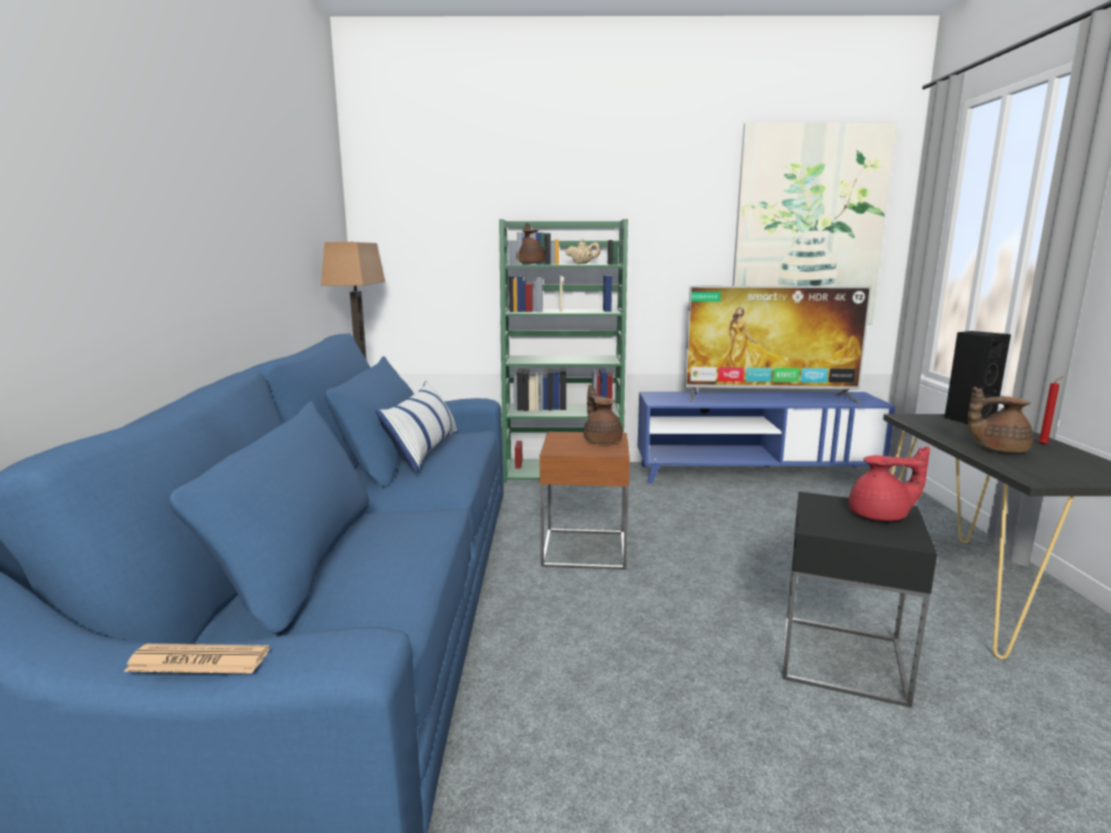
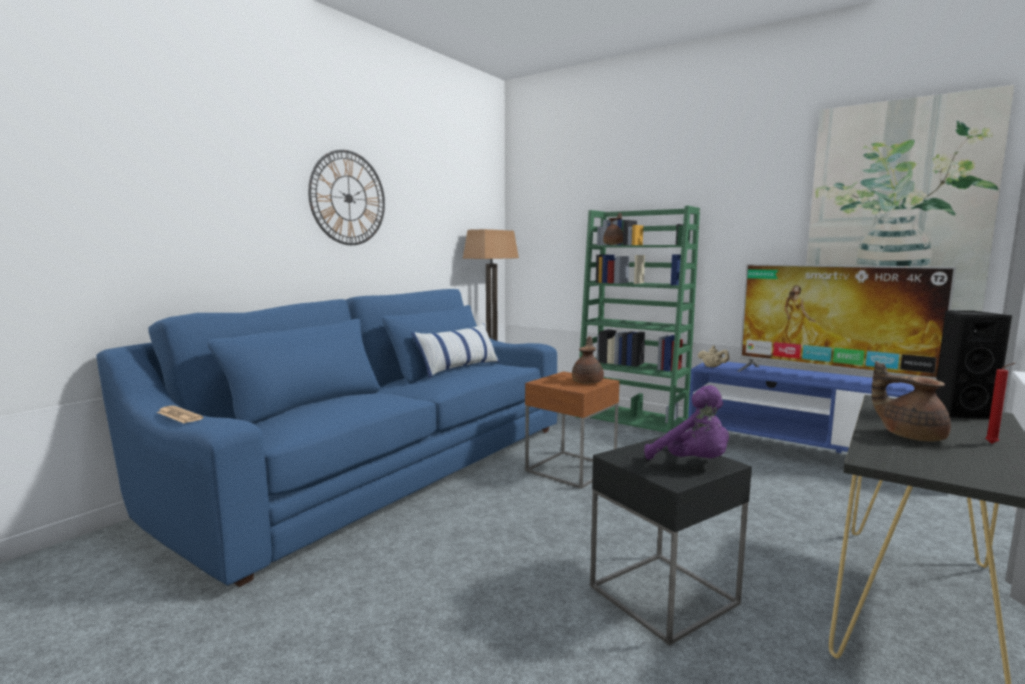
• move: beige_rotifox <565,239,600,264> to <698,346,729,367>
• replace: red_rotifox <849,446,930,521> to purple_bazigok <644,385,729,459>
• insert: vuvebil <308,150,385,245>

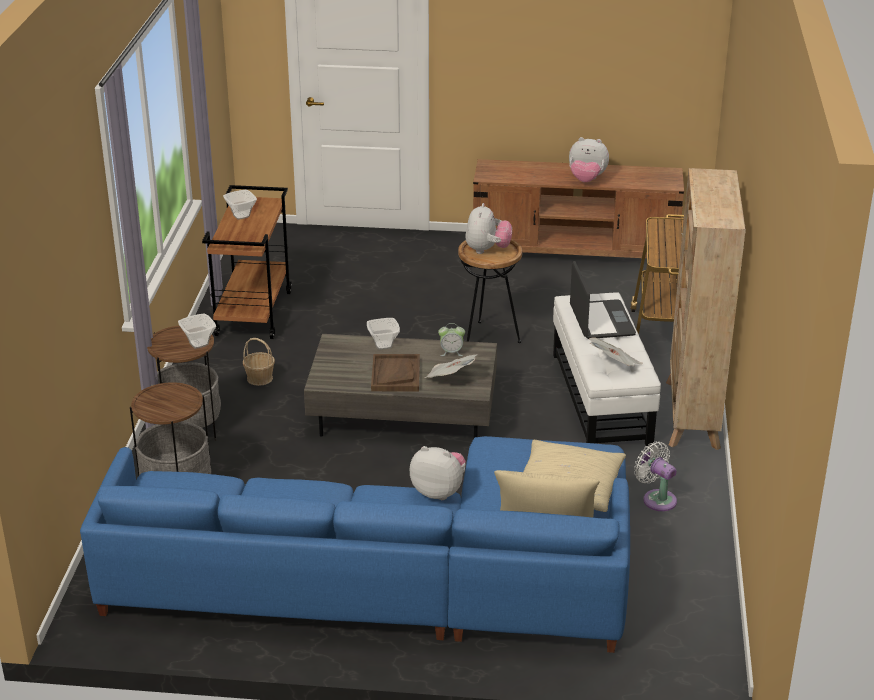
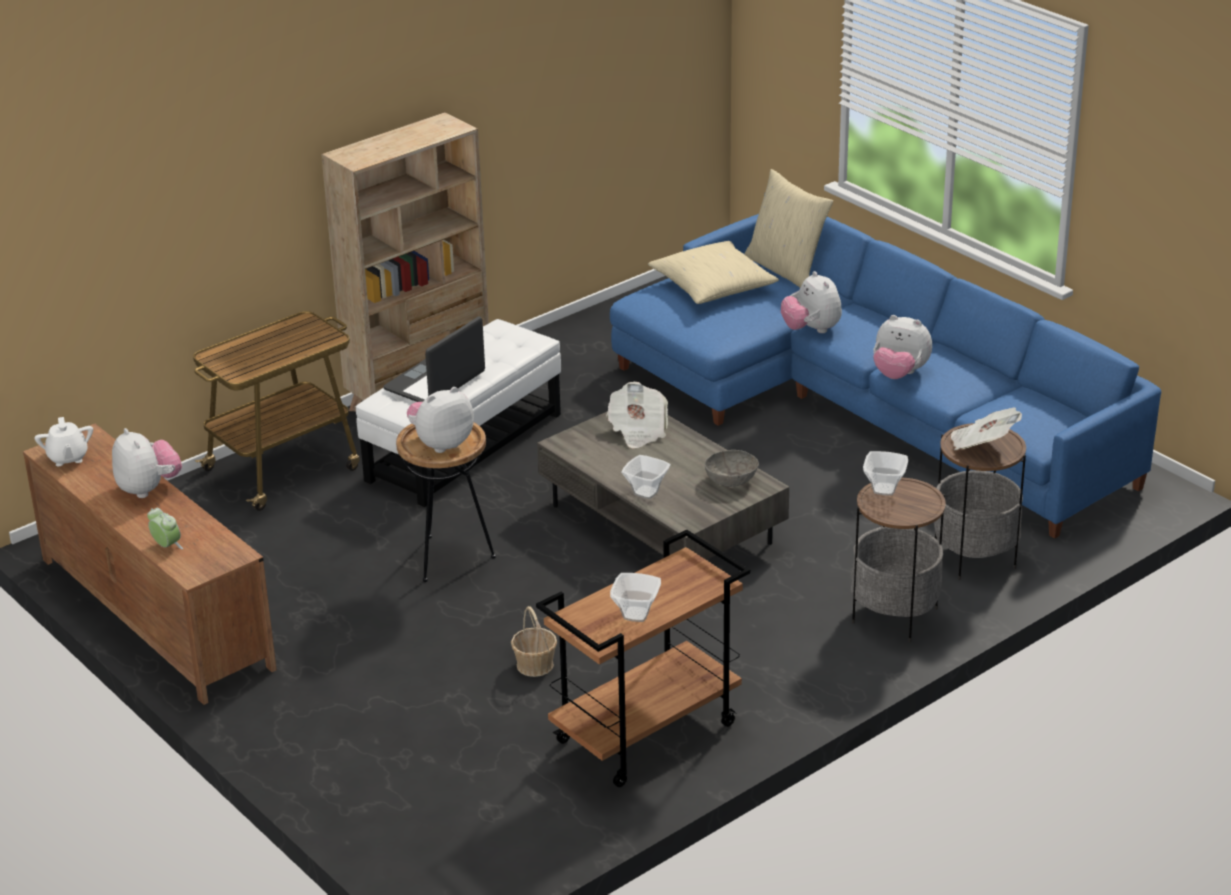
• move: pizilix <243,338,275,386> to <511,606,557,677>
• delete: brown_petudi <371,354,420,391>
• move: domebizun <438,323,465,356> to <147,507,183,549>
• move: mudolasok <589,337,643,366> to <951,407,1022,450>
• delete: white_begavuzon <634,441,677,511>
• insert: white_rotifox <34,417,93,466>
• insert: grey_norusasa <705,450,759,487>
• insert: bazigok <873,315,932,379>

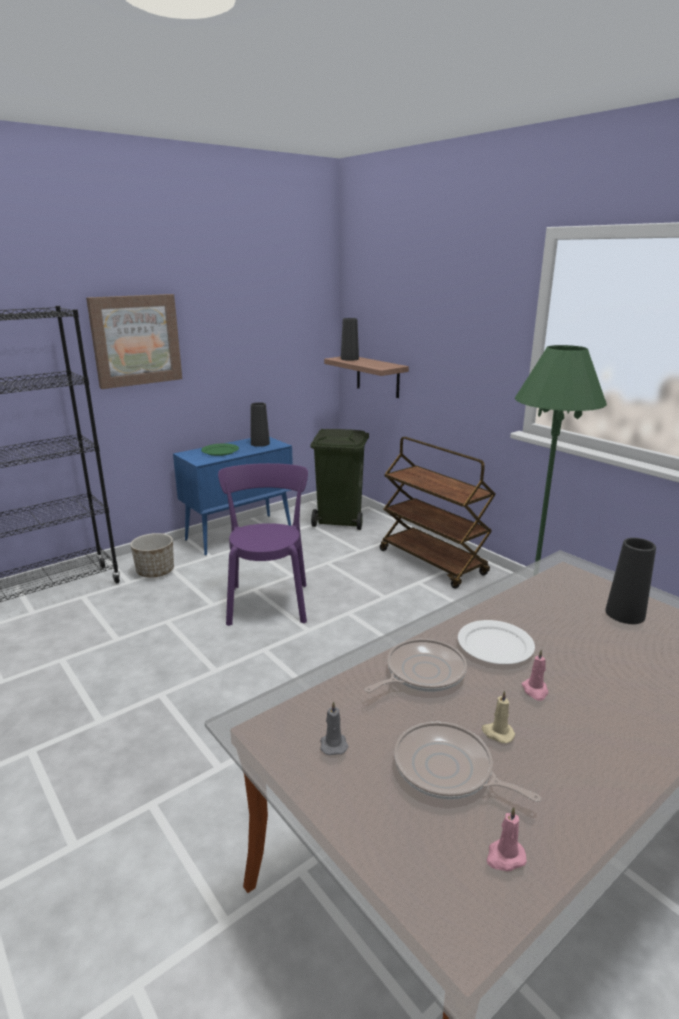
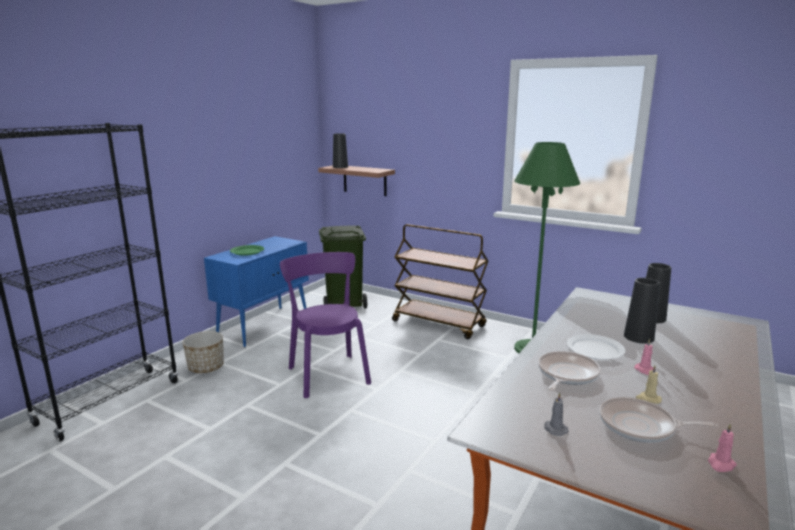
• delete: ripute <86,294,182,389>
• move: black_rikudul <251,402,270,447> to <624,278,660,344>

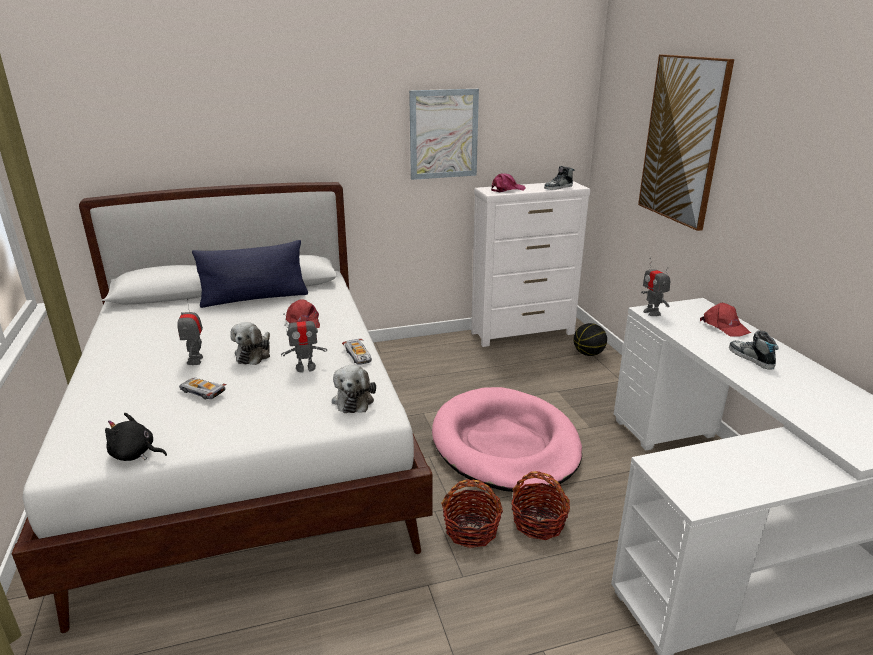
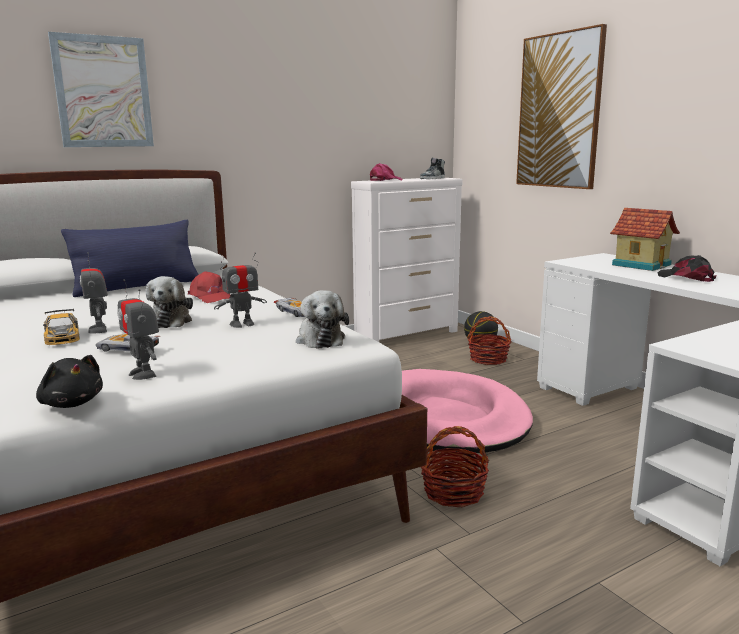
• rotate: black_bazigok <105,413,167,461> = <36,355,103,408> 135 degrees counterclockwise
• move: ripute <409,89,479,180> to <48,32,154,147>
• move: pizilix <511,471,570,540> to <467,316,511,365>
• move: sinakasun <641,258,670,316> to <117,279,159,380>
• replace: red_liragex <700,303,751,337> to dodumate <610,208,680,271>
• replace: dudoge <729,331,779,370> to black_liragex <657,255,716,282>
• insert: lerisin <43,309,80,345>

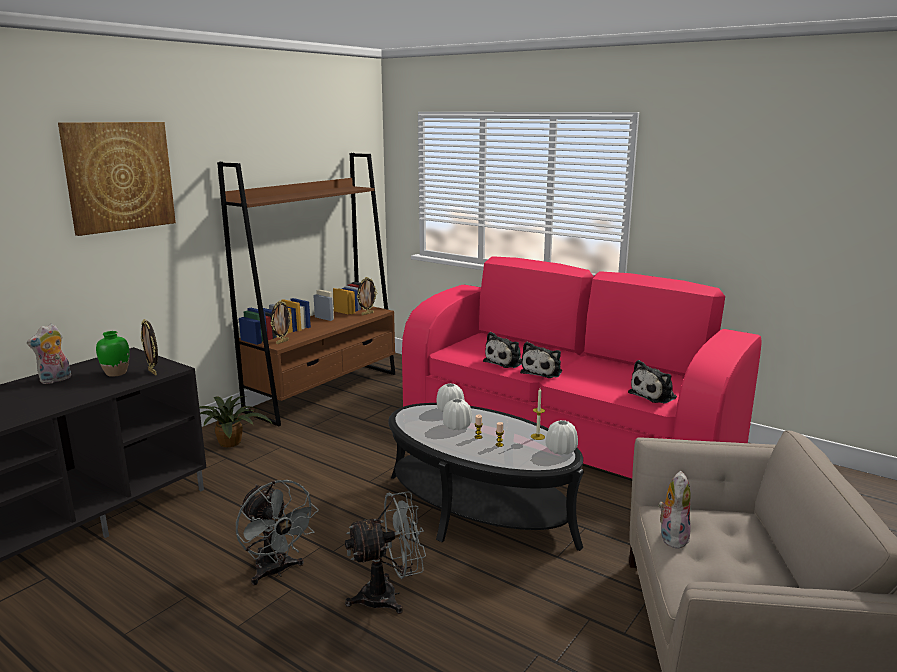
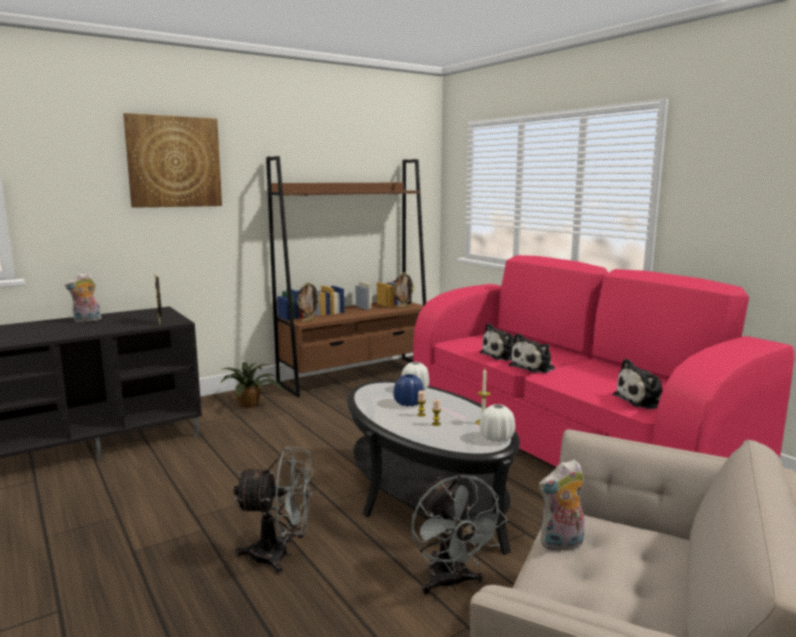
• delete: green_rikudul <96,331,129,377>
• move: grey_begavuzon <236,480,319,585> to <411,474,508,594>
• recolor: white_rikudul <443,399,472,430> to blue_rikudul <394,374,424,407>
• rotate: bazigok <658,471,691,549> = <538,459,585,551> 150 degrees counterclockwise

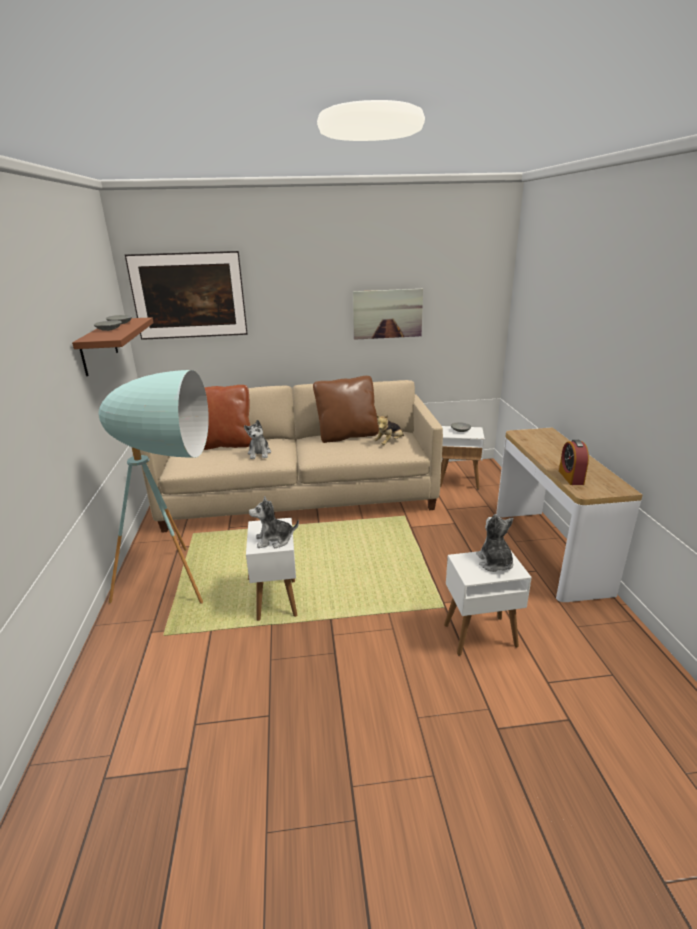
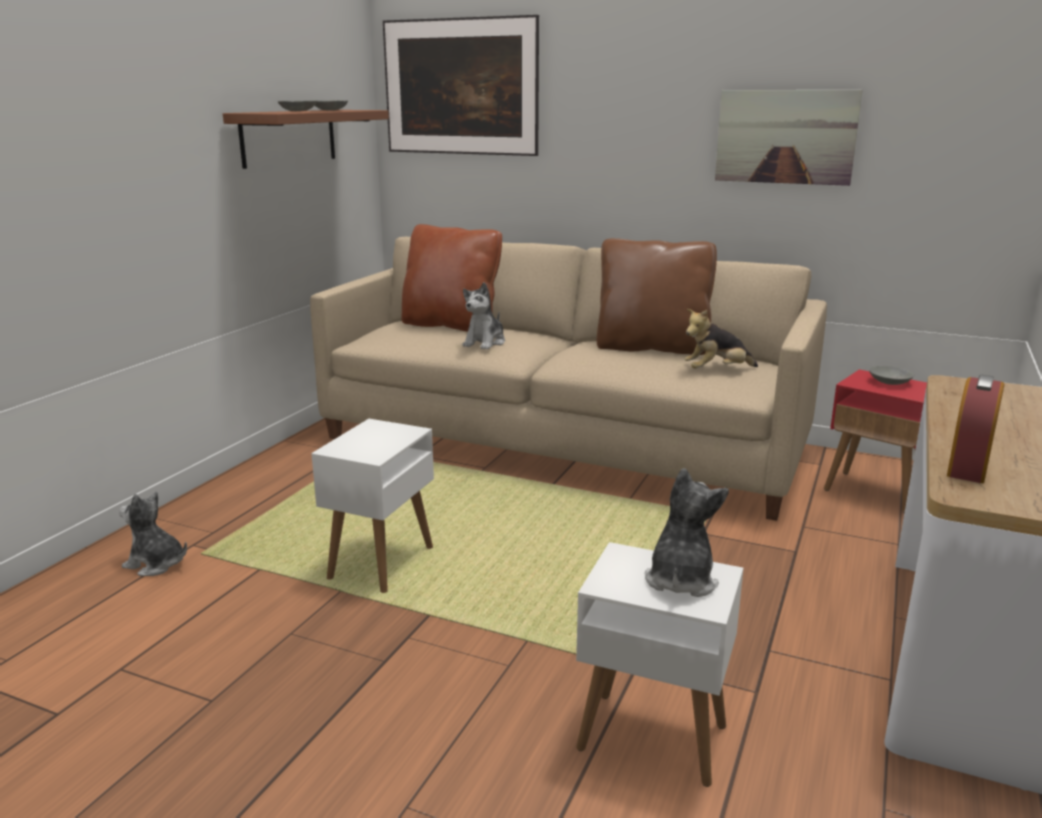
• delete: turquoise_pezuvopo <98,370,209,604>
• move: bazigok <249,496,299,548> to <119,491,187,576>
• recolor: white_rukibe <440,426,485,490> to red_rukibe <824,370,927,513>

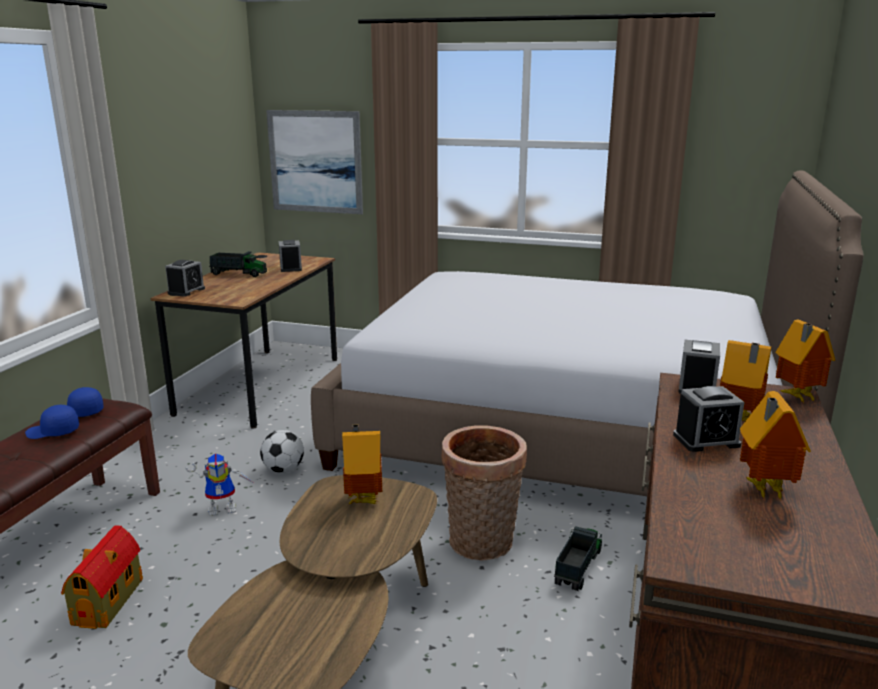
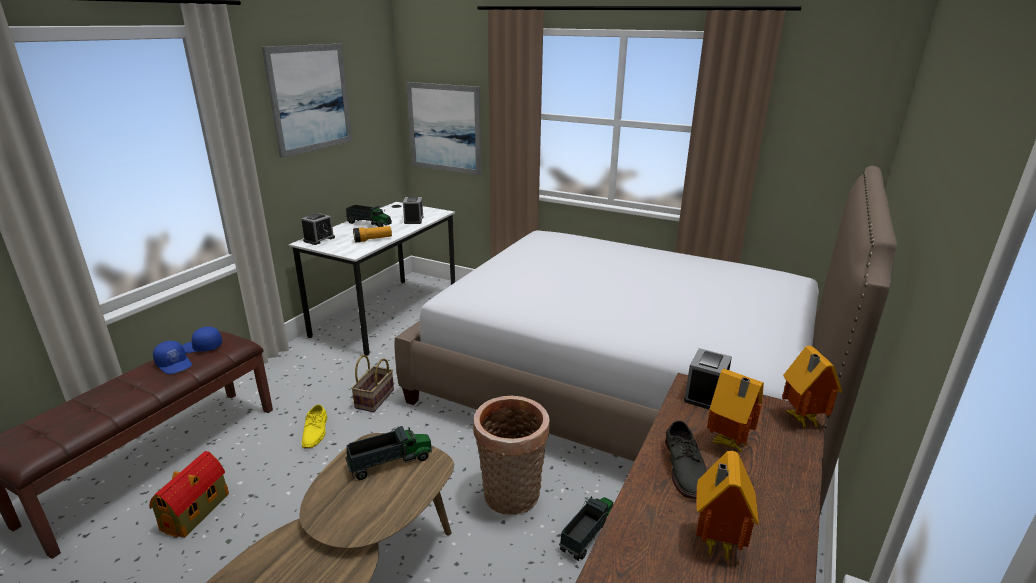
• rotate: blue_liragex <25,405,79,439> = <153,341,192,374> 150 degrees counterclockwise
• recolor: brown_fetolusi <151,252,337,429> to white_fetolusi <289,202,455,356>
• replace: sinakasun <185,454,254,516> to yellow_dudoge <302,405,327,449>
• replace: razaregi <260,430,304,473> to pizilix <351,355,394,412>
• replace: dodumate <342,425,382,505> to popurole <345,426,432,480>
• replace: domebizun <673,386,745,452> to grey_dudoge <665,420,707,499>
• insert: ripute <262,44,352,158>
• insert: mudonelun <353,226,392,242>

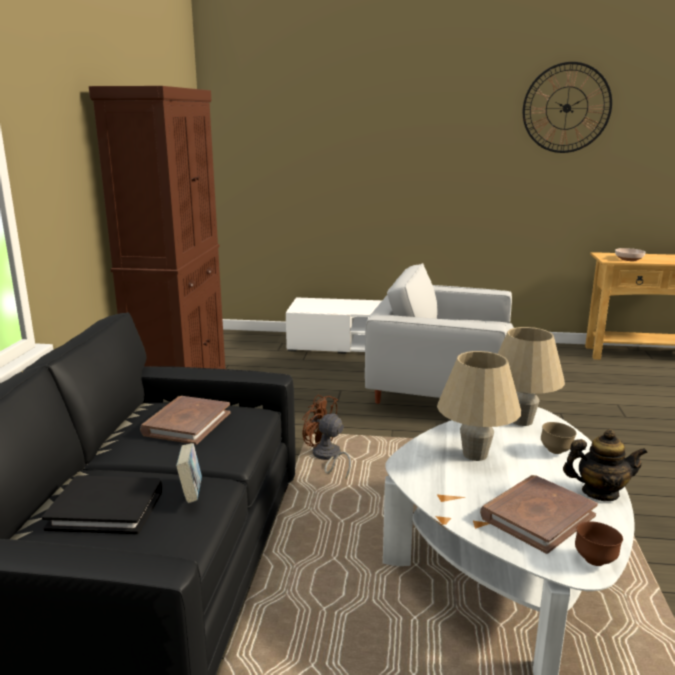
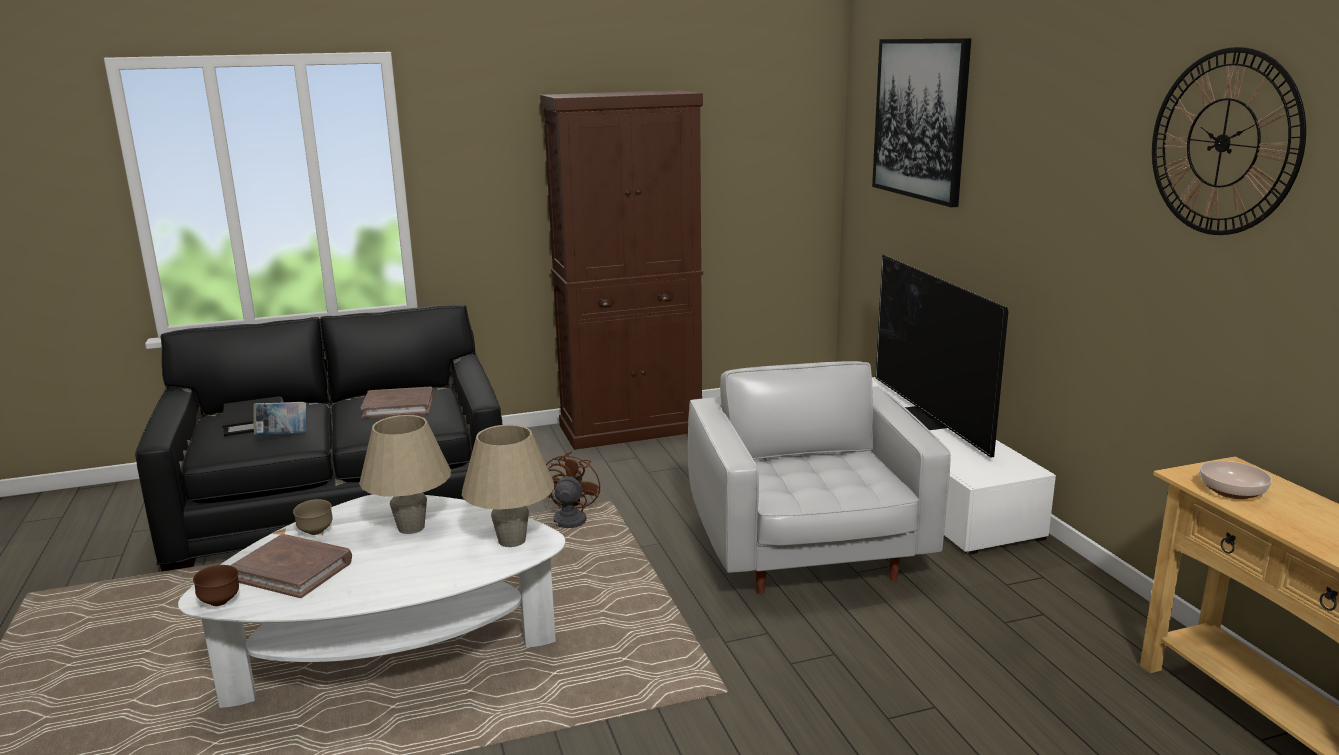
• move: brown_norusasa <541,422,577,454> to <293,499,333,535>
• delete: rotifox <563,429,648,501>
• insert: ripute <872,38,972,207>
• insert: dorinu <876,255,1008,458>

